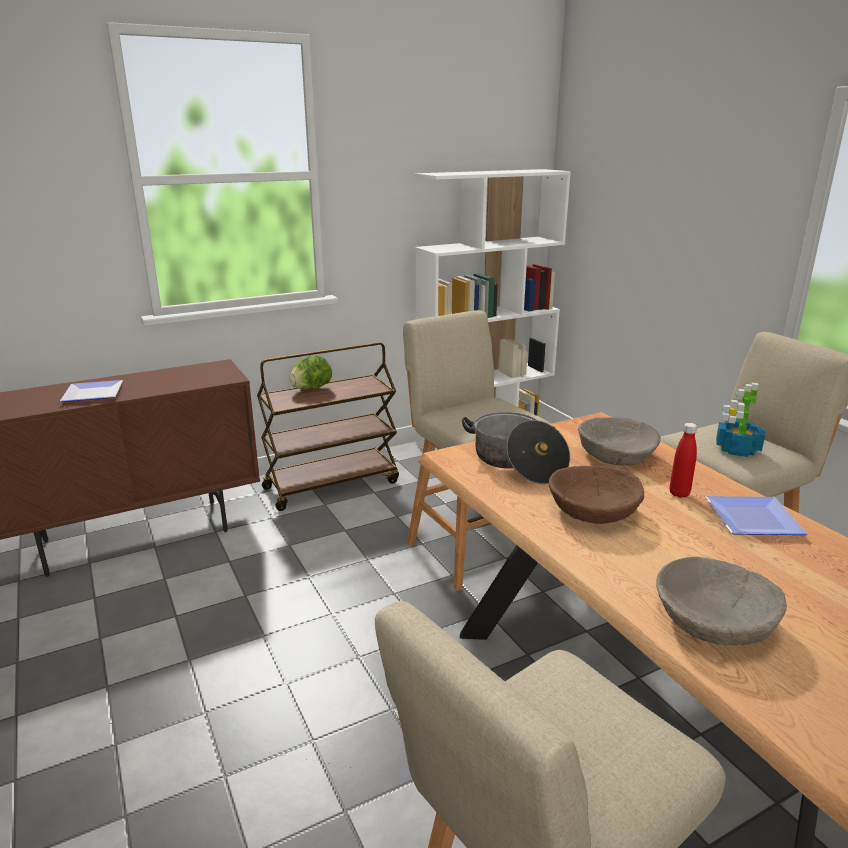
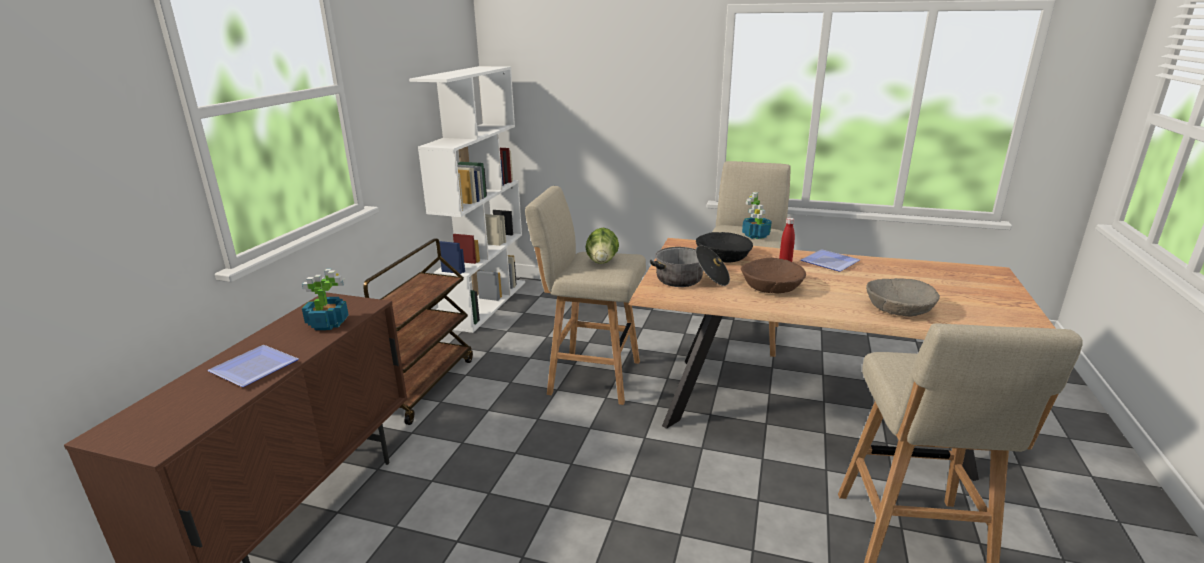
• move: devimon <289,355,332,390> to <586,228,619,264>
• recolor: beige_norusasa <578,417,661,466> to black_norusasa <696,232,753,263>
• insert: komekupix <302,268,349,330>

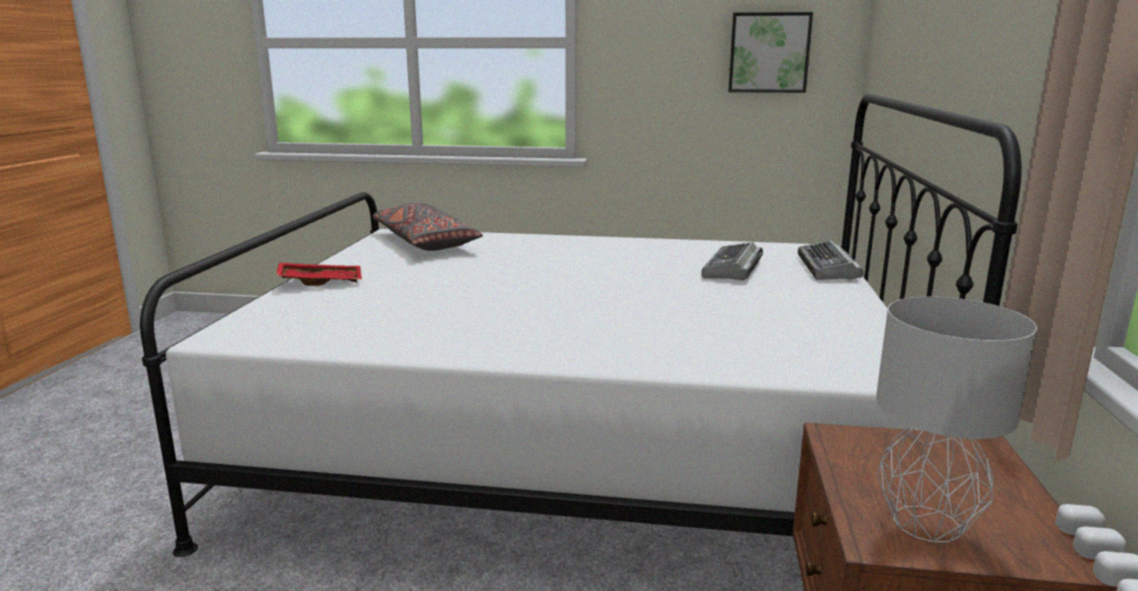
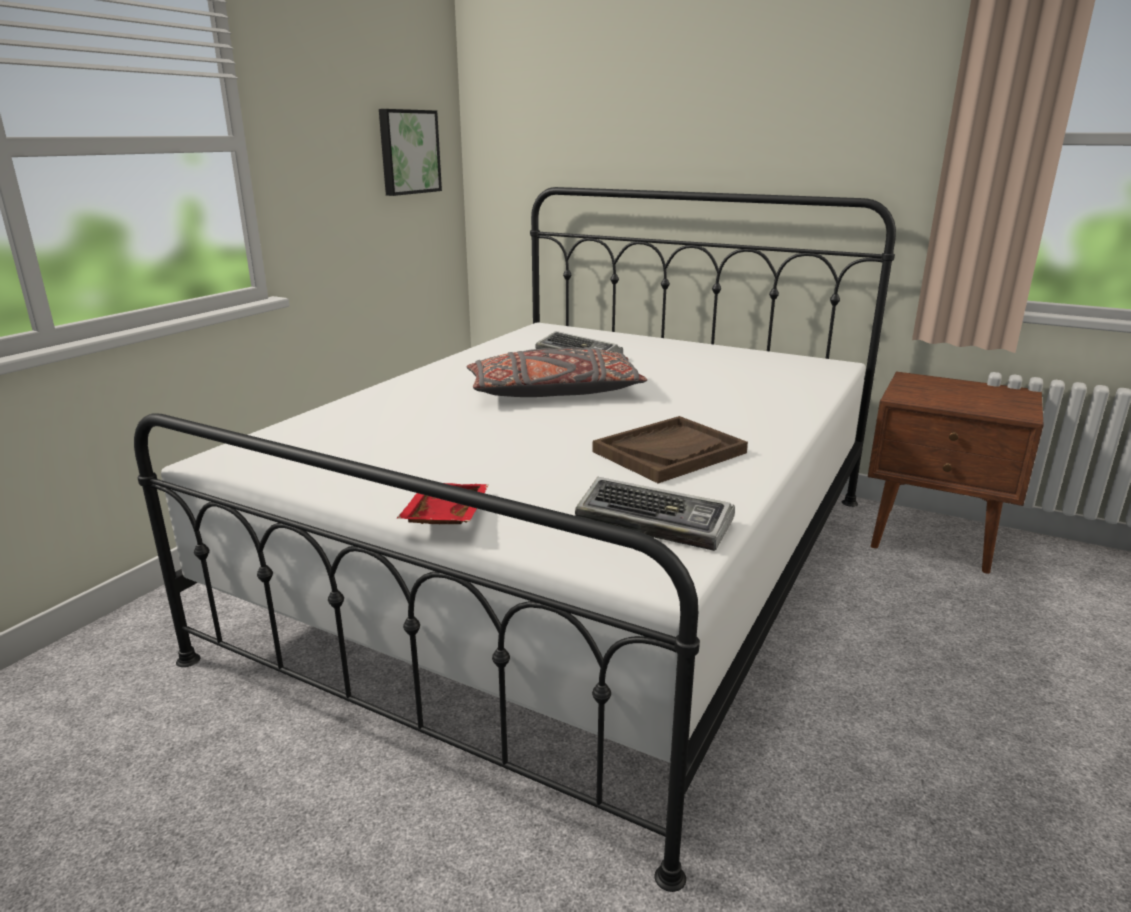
• move: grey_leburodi <373,202,483,251> to <467,347,647,397>
• move: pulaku <798,240,863,280> to <575,477,735,551>
• delete: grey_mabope <876,296,1037,543>
• insert: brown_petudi <592,416,748,484>

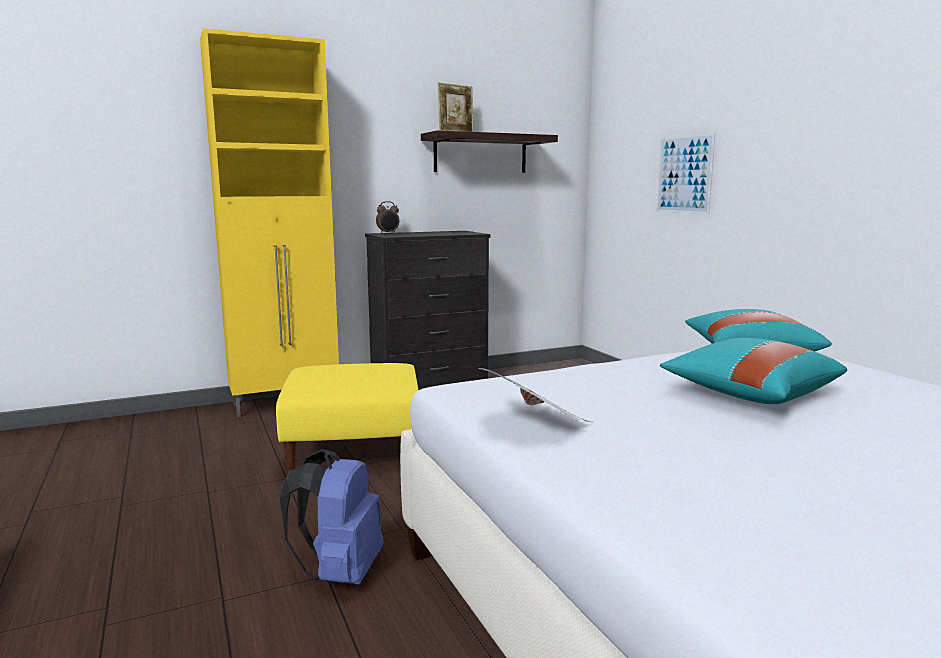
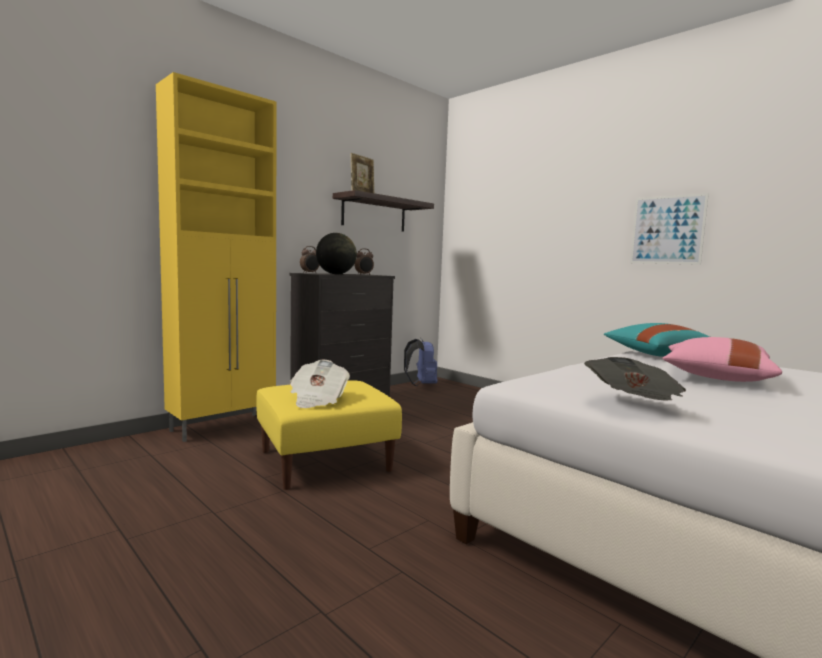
• move: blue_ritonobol <280,449,383,585> to <404,339,438,386>
• move: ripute <656,132,716,214> to <630,193,709,265>
• recolor: turquoise_leburodi <660,338,847,404> to pink_leburodi <663,337,782,382>
• insert: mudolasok <290,360,350,408>
• insert: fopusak <316,233,357,274>
• insert: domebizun <354,249,374,275>

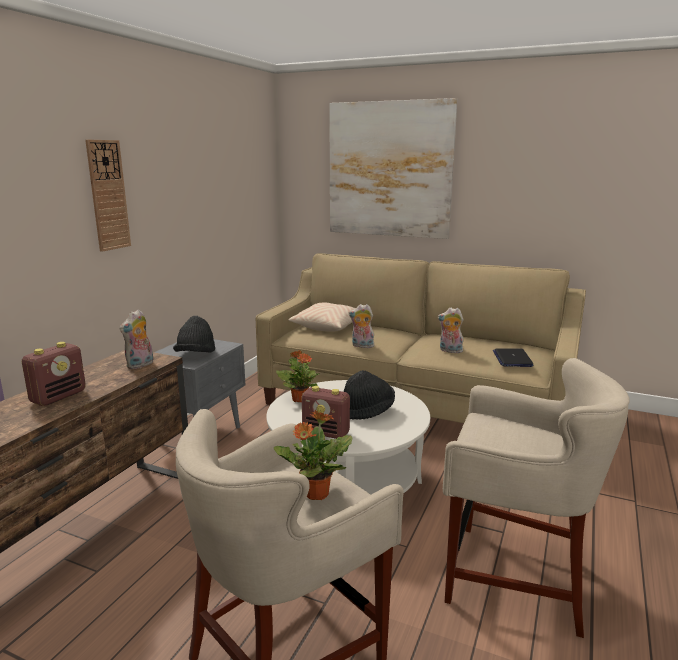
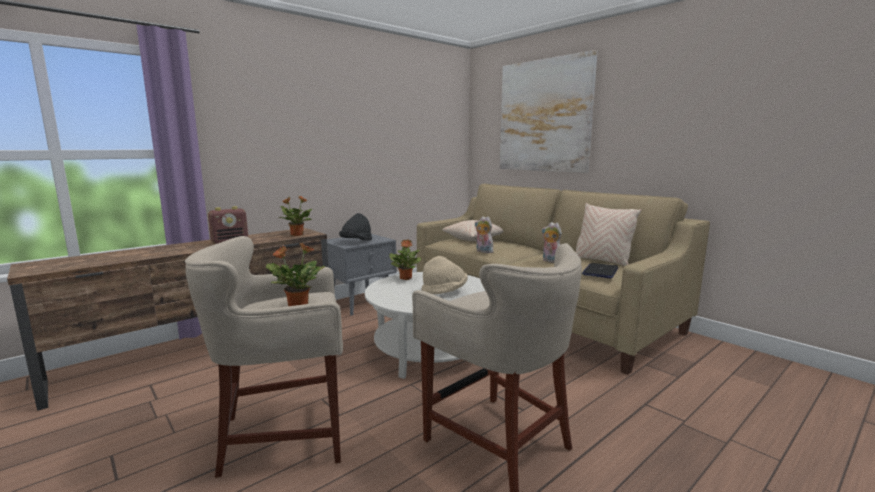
• delete: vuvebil <85,140,131,252>
• replace: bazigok <120,310,153,369> to komekupix <279,196,312,236>
• delete: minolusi <302,386,350,439>
• recolor: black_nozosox <343,370,395,420> to beige_nozosox <421,256,468,294>
• insert: beige_leburodi <576,203,641,266>

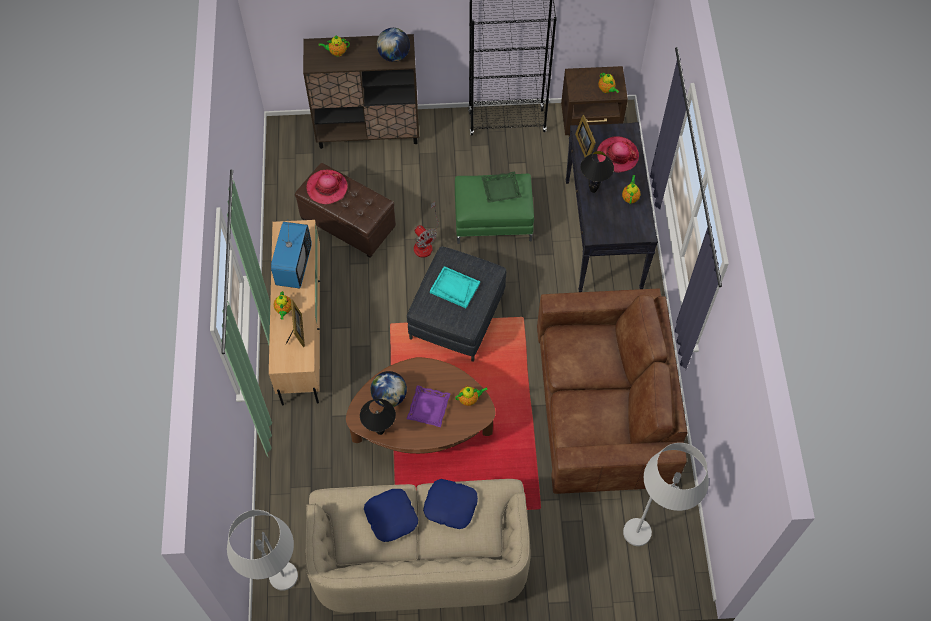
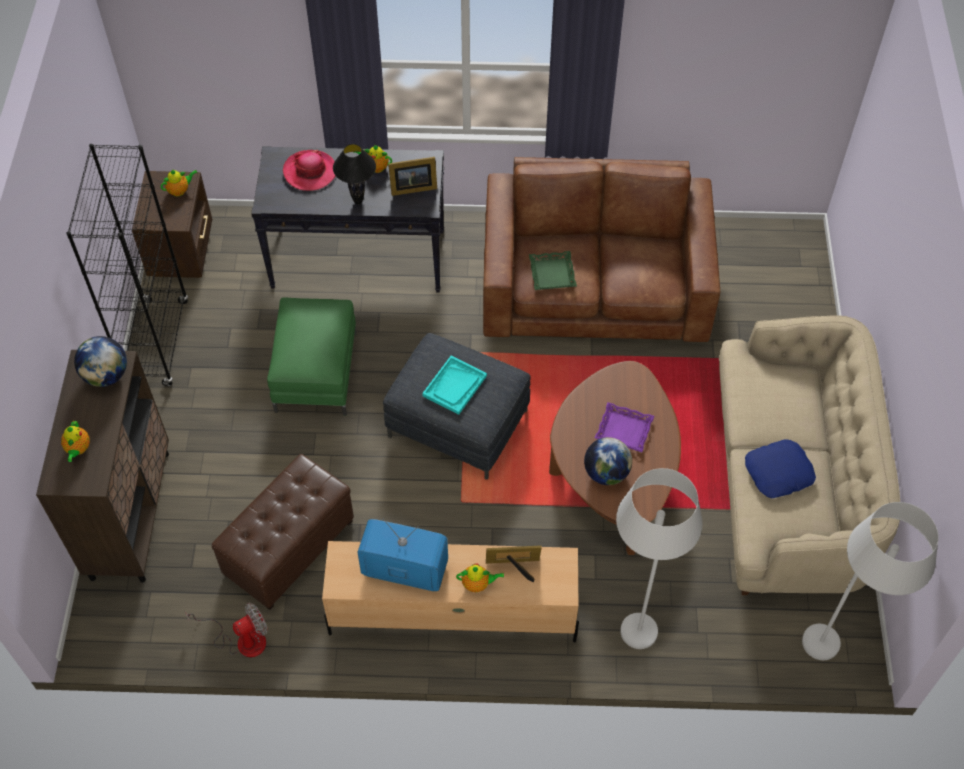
• delete: nozosox <306,170,348,204>
• delete: black_mabope <360,399,396,435>
• move: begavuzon <414,202,438,258> to <184,603,267,657>
• delete: blue_leburodi <423,479,478,529>
• delete: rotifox <455,386,488,406>
• move: green_petudi <481,171,522,203> to <529,251,577,290>
• move: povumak <575,115,596,157> to <388,157,437,196>
• move: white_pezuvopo <623,443,709,546> to <616,468,702,649>

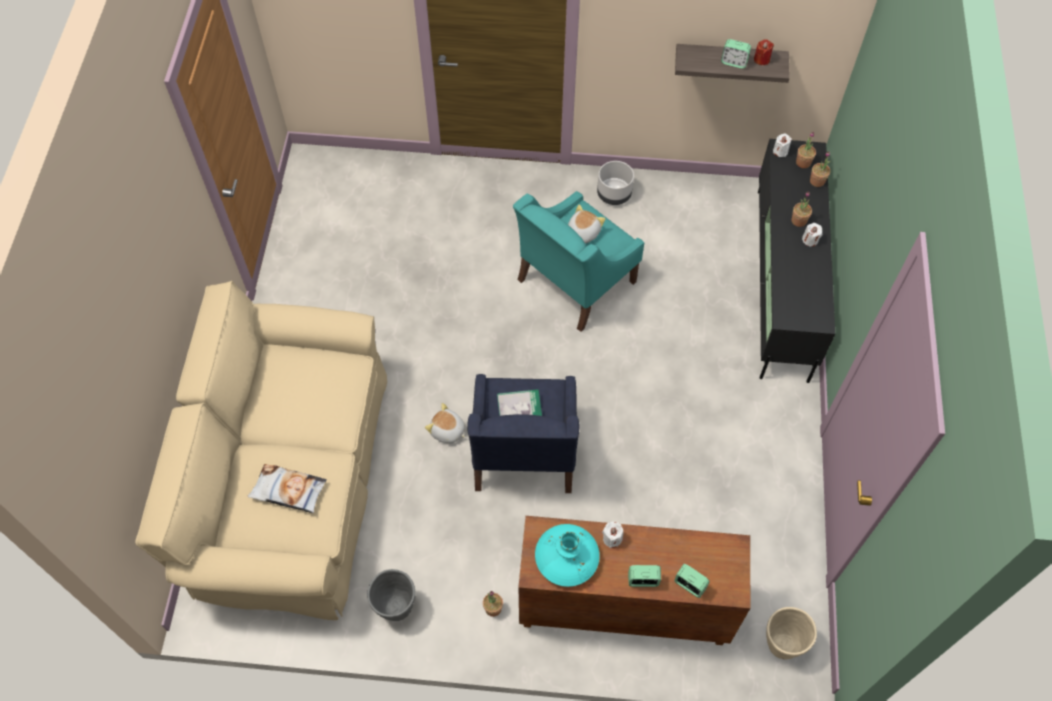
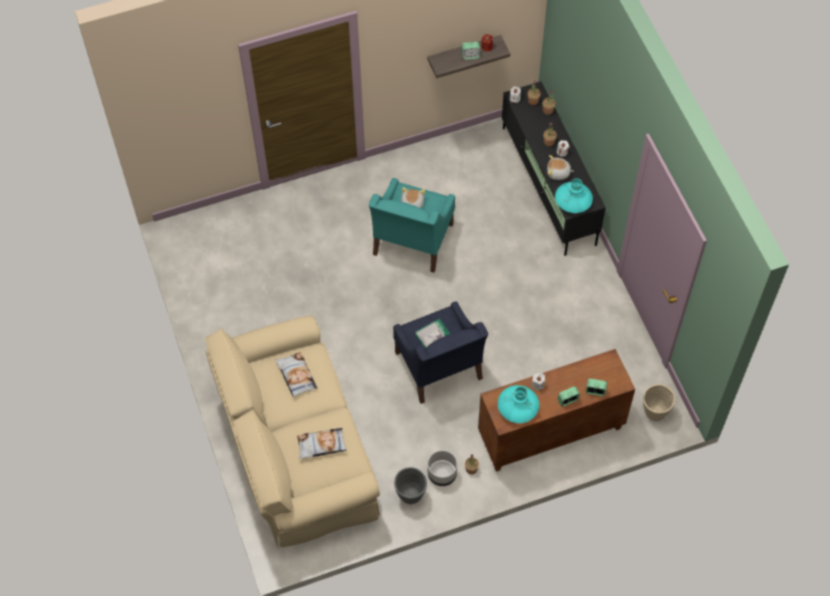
• move: bazigok <425,403,466,443> to <547,155,574,180>
• move: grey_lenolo <597,161,634,205> to <428,450,457,486>
• insert: leburodi <276,352,317,397>
• insert: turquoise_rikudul <555,178,593,213>

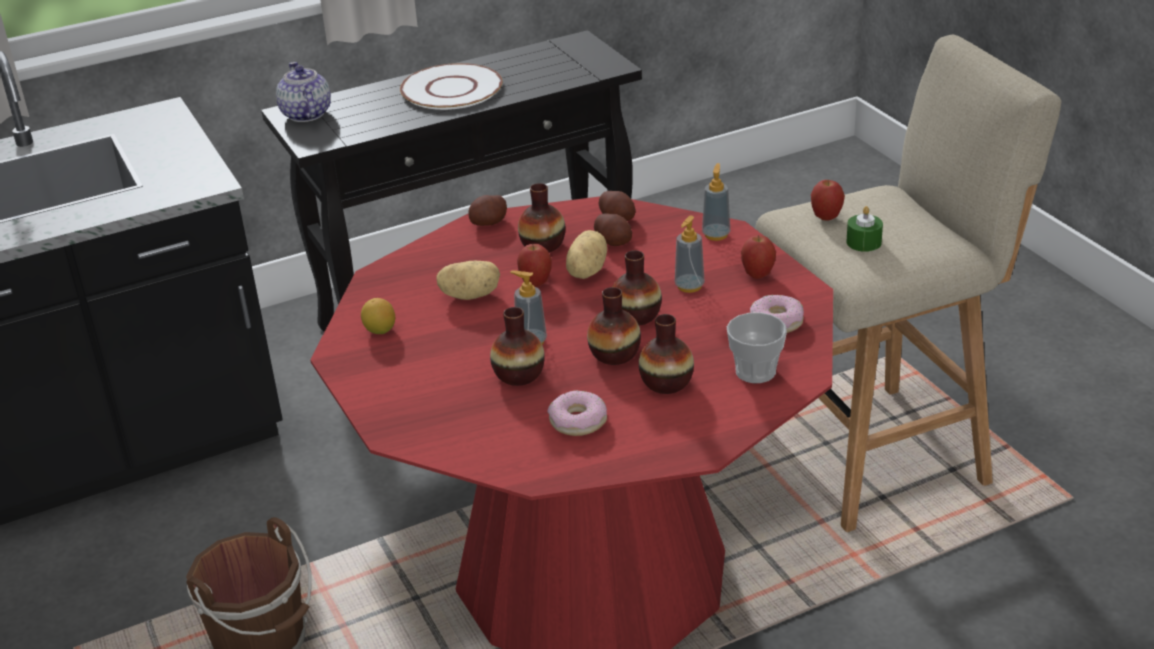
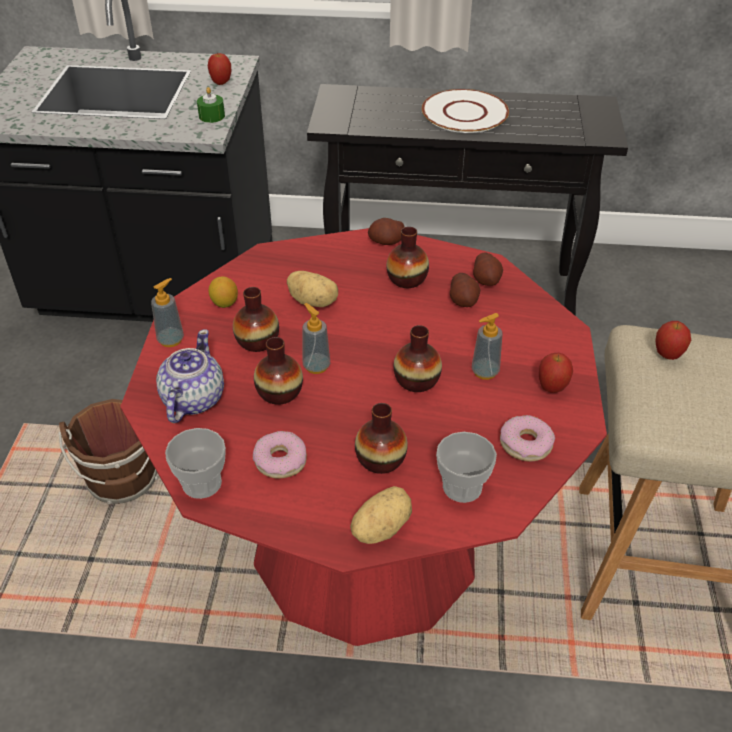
• move: rotifox <276,62,331,122> to <156,329,224,423>
• move: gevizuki <517,244,552,287> to <208,52,231,85>
• move: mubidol <566,230,607,279> to <350,486,412,544>
• move: rikudul <587,287,641,365> to <233,287,279,352>
• move: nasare <702,163,730,241> to <151,278,184,347>
• move: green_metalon <846,206,883,252> to <197,87,225,123>
• insert: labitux <165,428,226,499>

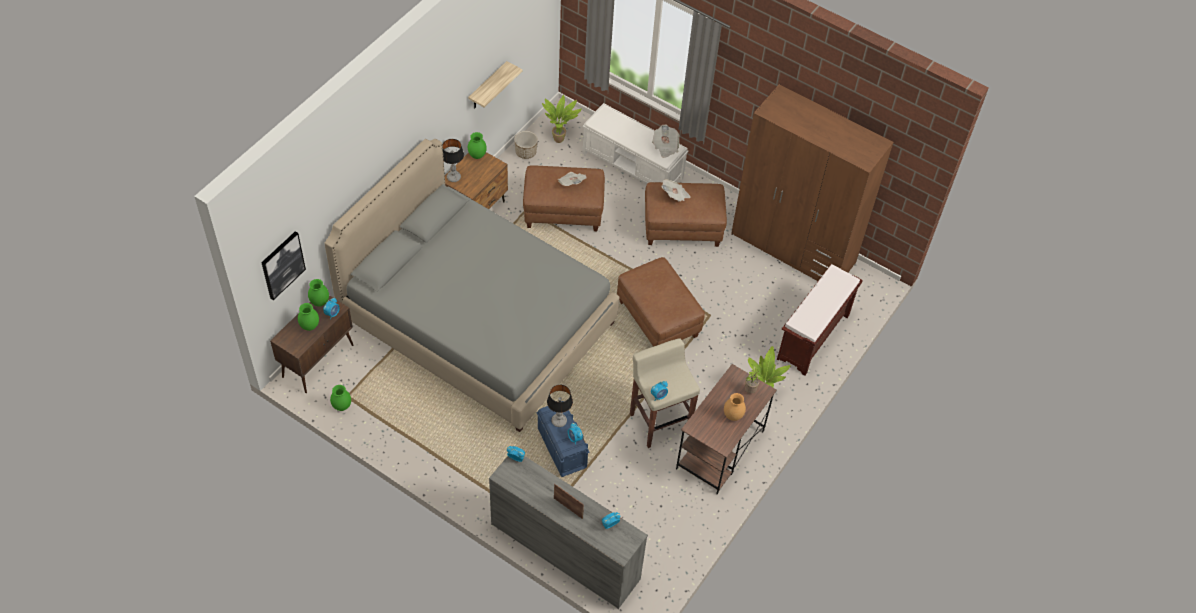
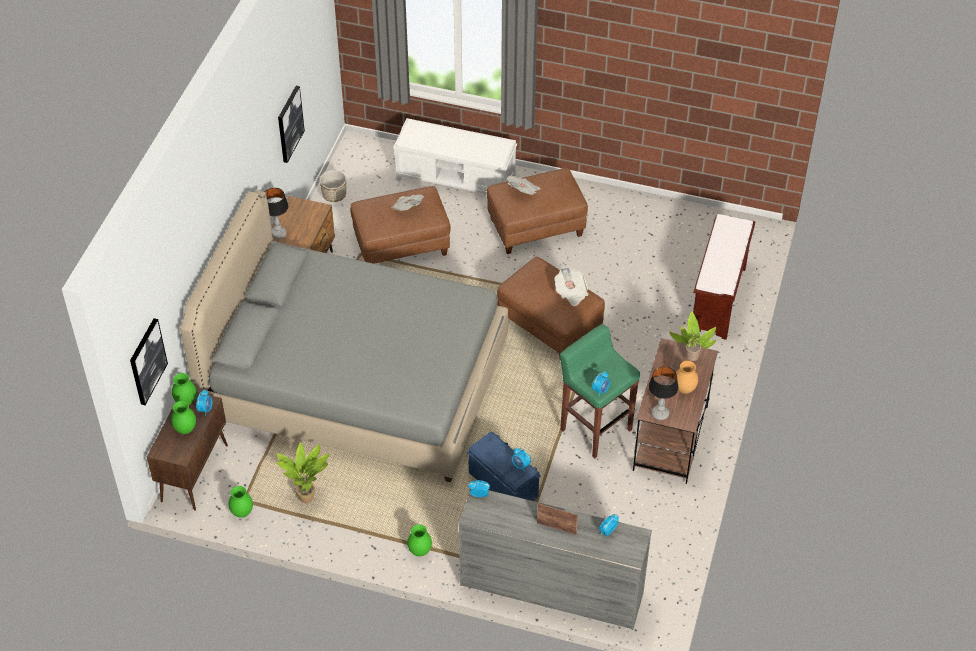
• replace: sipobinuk <468,61,522,108> to ripute <278,86,305,163>
• move: green_rikudul <468,132,487,159> to <407,524,432,556>
• move: komekupix <542,95,582,143> to <276,443,329,503>
• move: mabope <547,385,573,427> to <648,366,678,420>
• recolor: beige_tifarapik <630,338,700,448> to green_tifarapik <560,324,640,458>
• move: mudolasok <652,124,679,158> to <554,267,589,306>
• delete: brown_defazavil <731,84,894,281>

